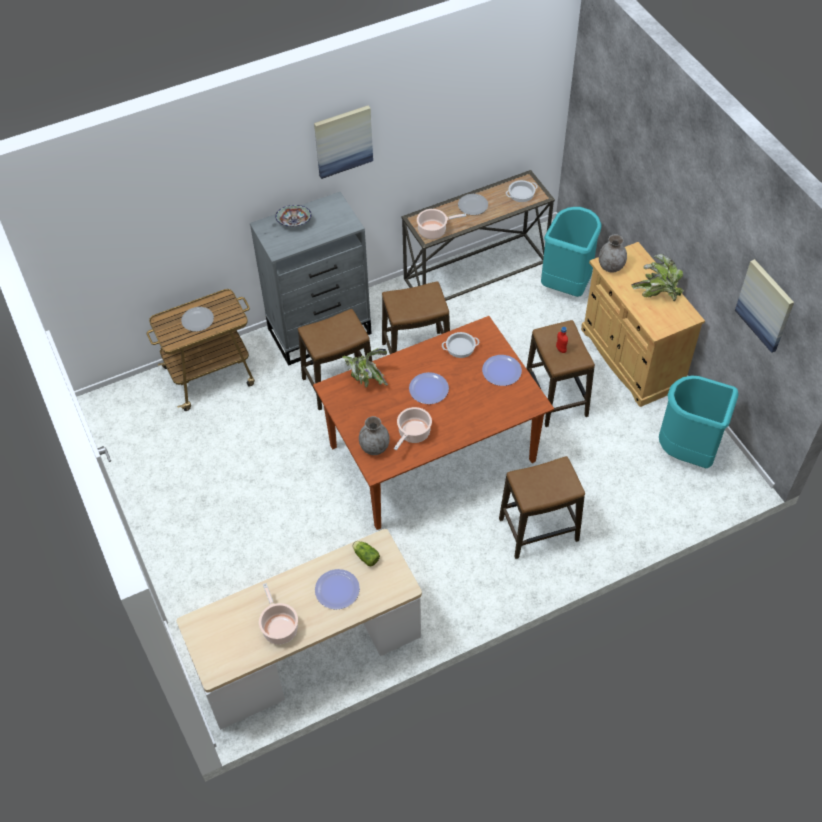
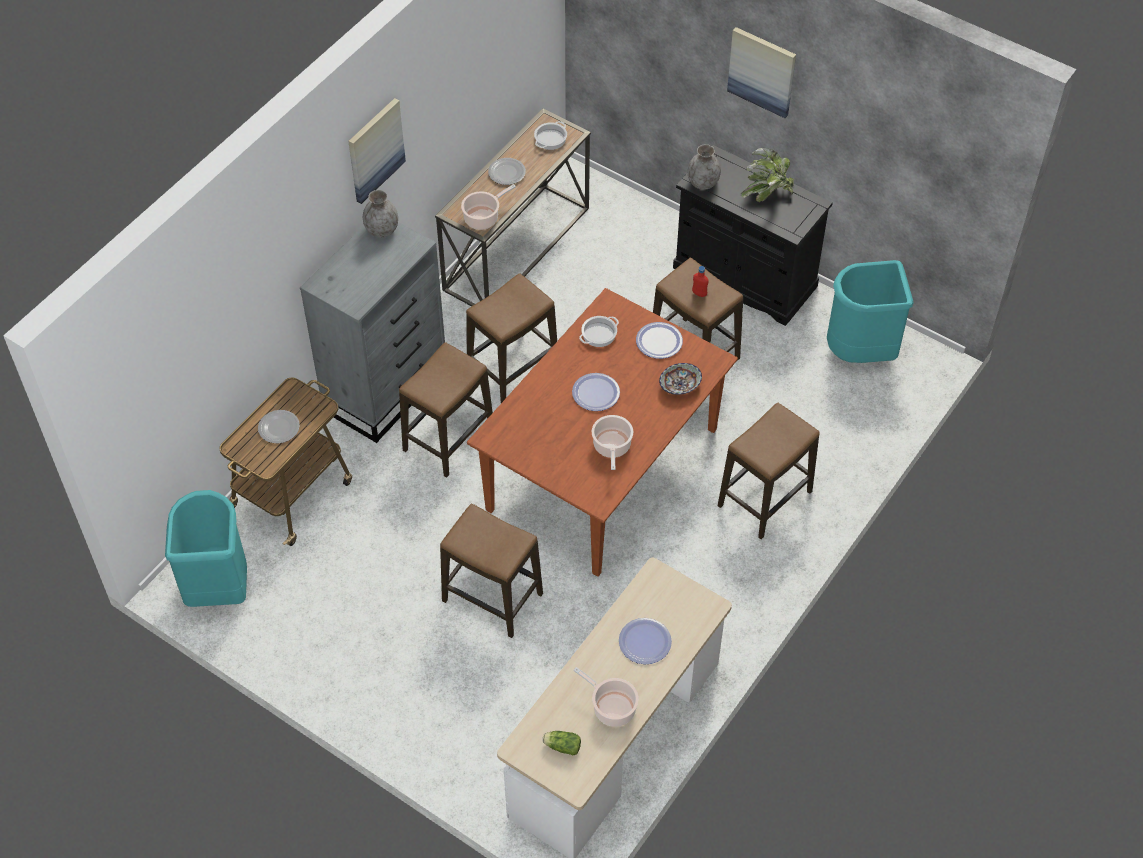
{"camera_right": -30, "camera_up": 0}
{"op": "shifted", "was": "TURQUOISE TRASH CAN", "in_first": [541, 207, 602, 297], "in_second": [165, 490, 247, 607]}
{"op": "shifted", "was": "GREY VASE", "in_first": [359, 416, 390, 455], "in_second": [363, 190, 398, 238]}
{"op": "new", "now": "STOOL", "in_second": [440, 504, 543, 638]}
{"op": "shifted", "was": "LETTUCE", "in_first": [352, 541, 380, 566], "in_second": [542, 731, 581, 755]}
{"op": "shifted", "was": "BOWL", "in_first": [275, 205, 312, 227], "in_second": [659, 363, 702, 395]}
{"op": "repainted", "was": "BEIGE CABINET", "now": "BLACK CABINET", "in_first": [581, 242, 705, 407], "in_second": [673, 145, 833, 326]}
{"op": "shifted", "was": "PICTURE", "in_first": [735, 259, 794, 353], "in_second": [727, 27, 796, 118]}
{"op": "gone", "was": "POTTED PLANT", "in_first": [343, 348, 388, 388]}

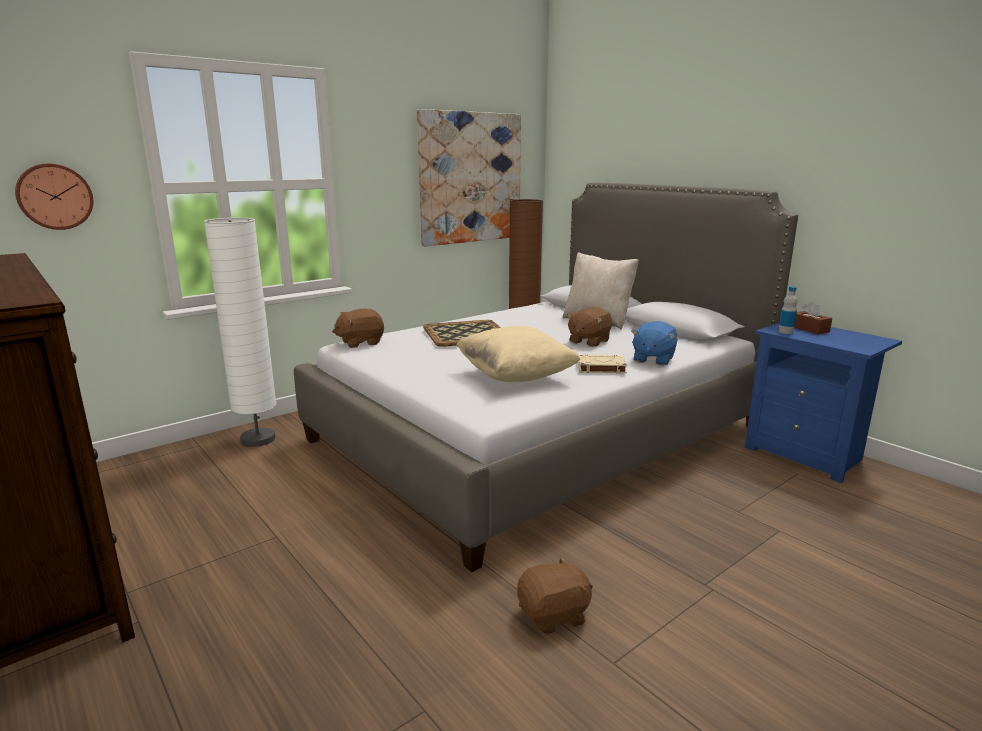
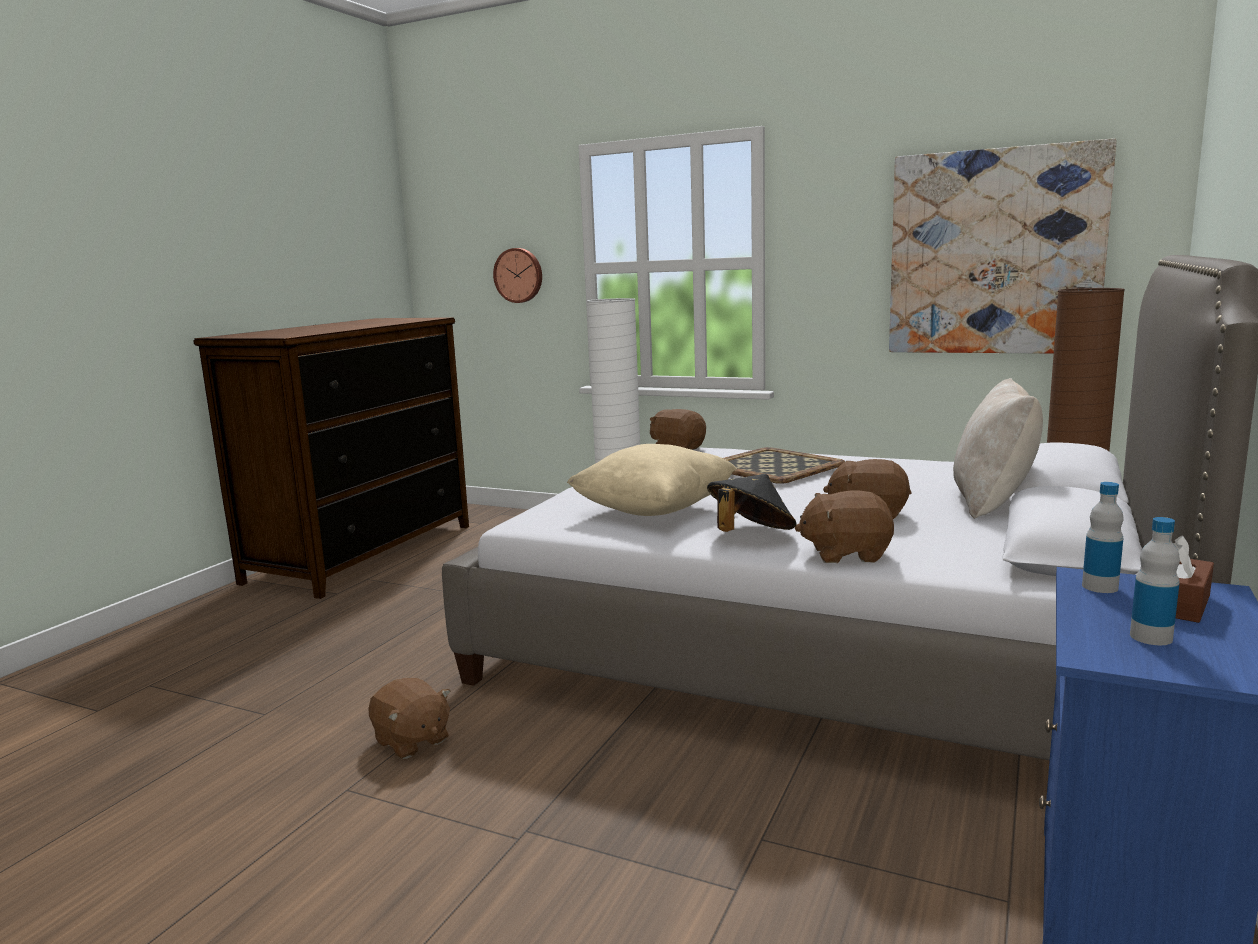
{"camera_right": 65, "camera_up": -5}
{"op": "swapped", "was": "BEIGE BOOK", "now": "BLACK HAT", "in_first": [578, 354, 628, 374], "in_second": [707, 474, 796, 532]}
{"op": "repainted", "was": "BLUE PLUSH TOY", "now": "BROWN PLUSH TOY", "in_first": [631, 321, 678, 366], "in_second": [795, 491, 894, 563]}
{"op": "new", "now": "BOTTLE", "in_second": [1130, 517, 1180, 645]}

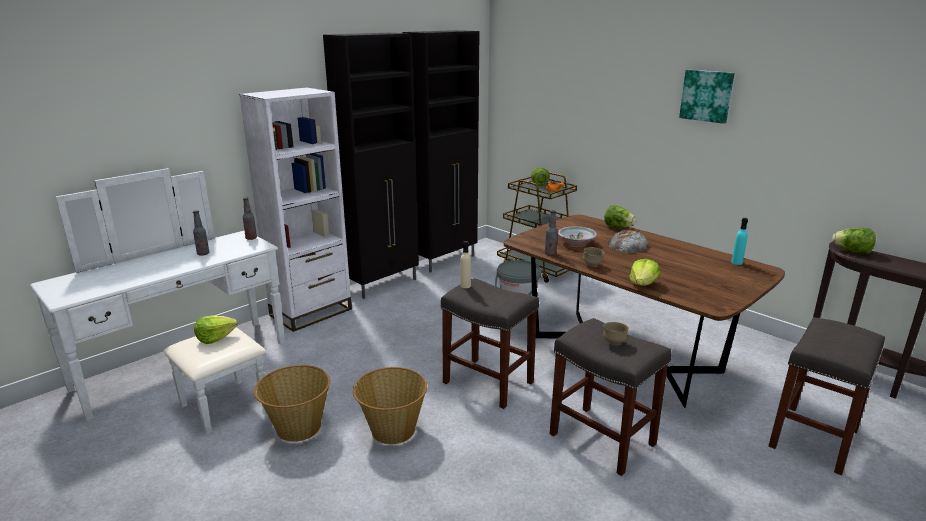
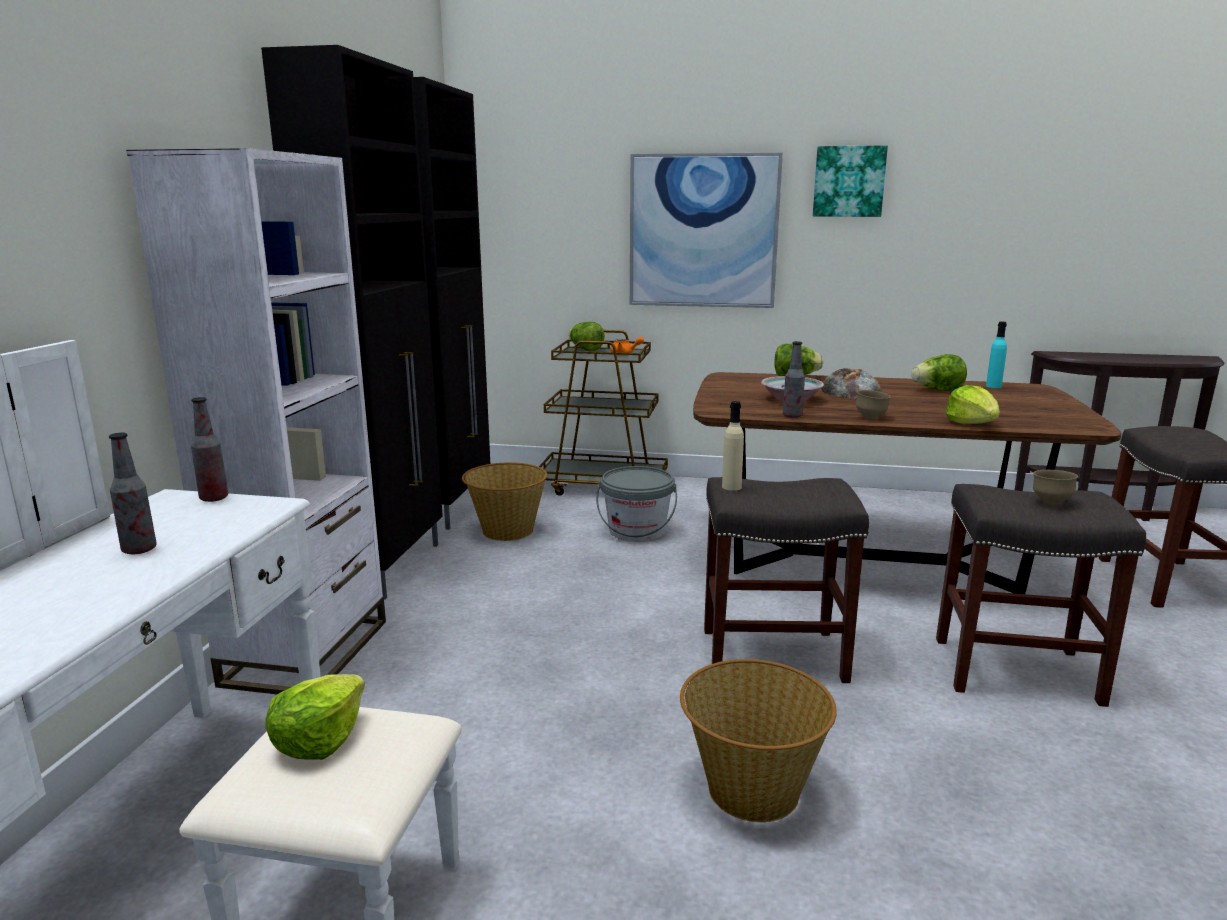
{"camera_right": -35, "camera_up": -5}
{"op": "shifted", "was": "BASKET", "in_first": [254, 365, 330, 442], "in_second": [462, 462, 547, 541]}
{"op": "new", "now": "PICTURE", "in_second": [630, 153, 783, 308]}
{"op": "shifted", "was": "LETTUCE", "in_first": [832, 228, 876, 254], "in_second": [911, 354, 967, 391]}

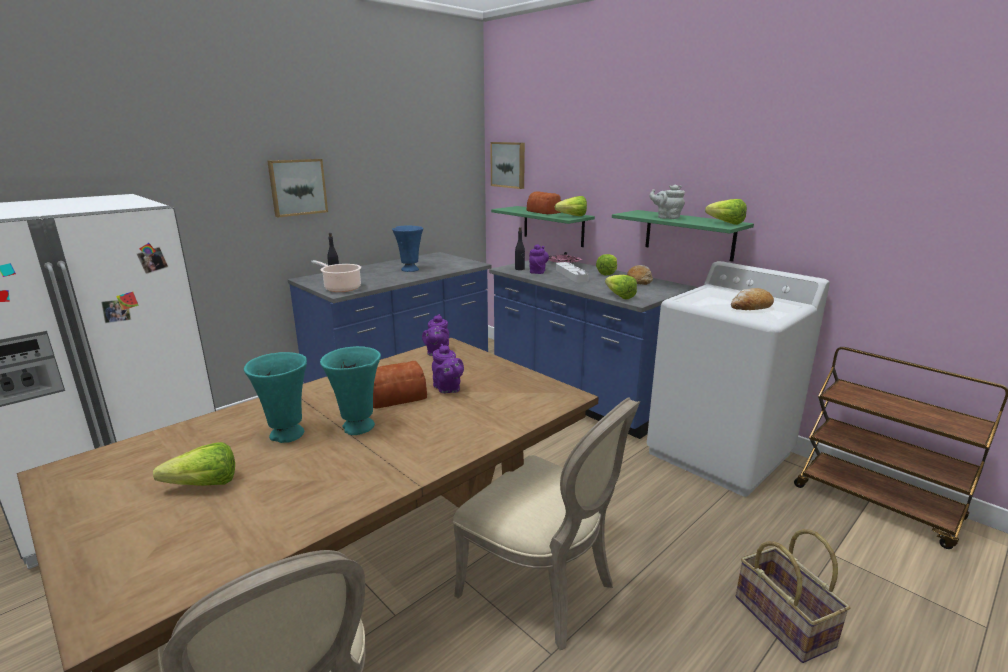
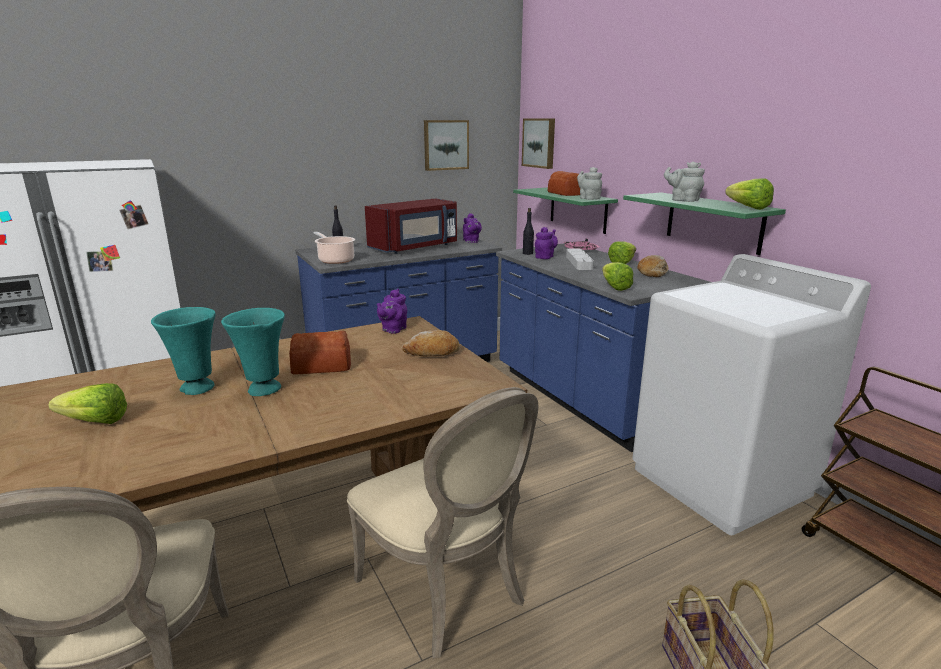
{"camera_right": 15, "camera_up": 0}
{"op": "swapped", "was": "BLUE VASE", "now": "RED MICROWAVE", "in_first": [392, 225, 423, 272], "in_second": [365, 198, 457, 254]}
{"op": "shifted", "was": "BREAD", "in_first": [731, 288, 774, 310], "in_second": [402, 330, 460, 356]}
{"op": "shifted", "was": "PICTURE", "in_first": [267, 159, 328, 217], "in_second": [424, 120, 469, 171]}
{"op": "shifted", "was": "PURPLE TEAPOT", "in_first": [432, 344, 464, 393], "in_second": [463, 213, 482, 243]}
{"op": "swapped", "was": "LETTUCE", "now": "GREY TEAPOT", "in_first": [555, 196, 587, 216], "in_second": [577, 167, 602, 200]}

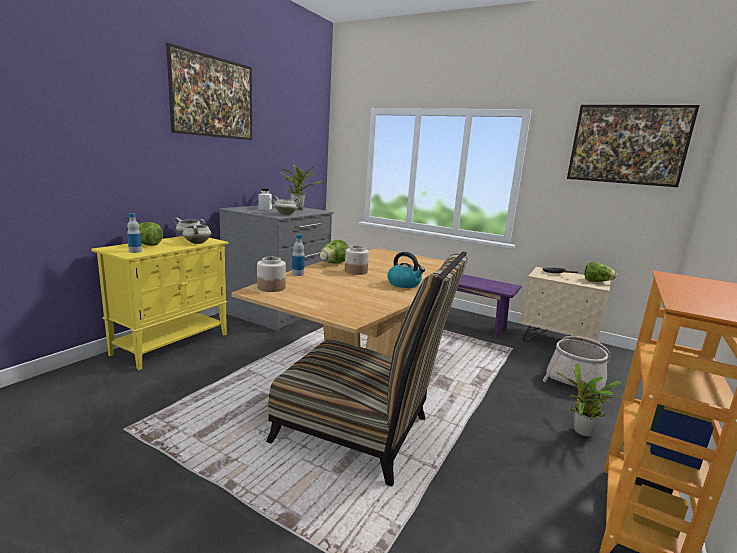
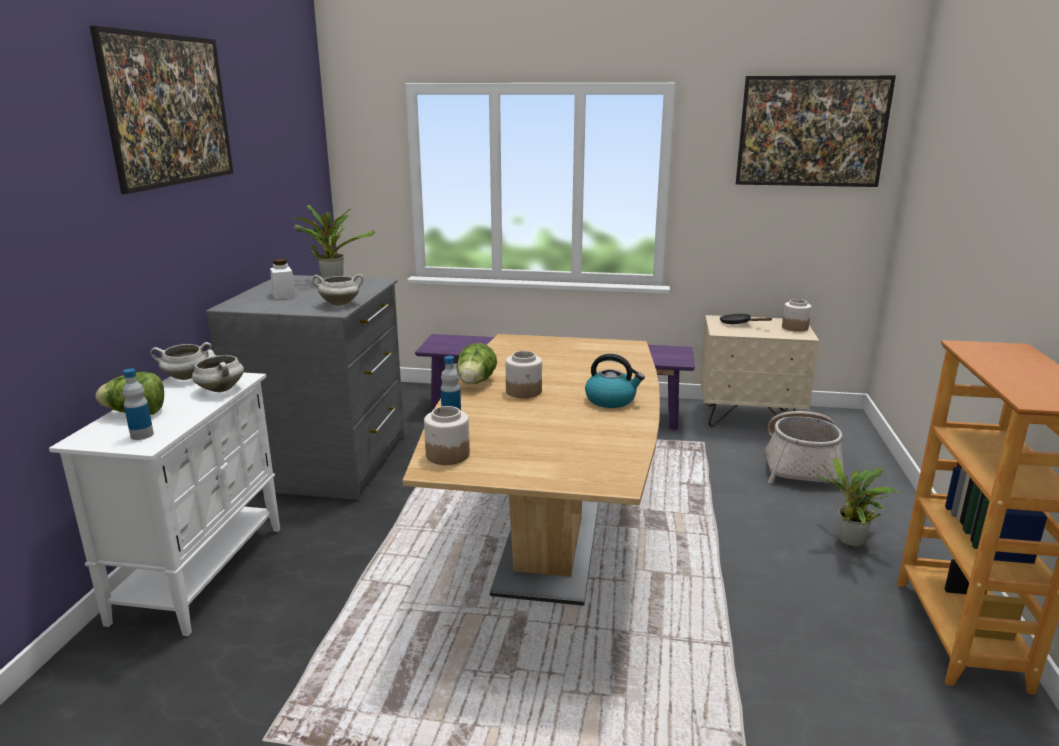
{"camera_right": -20, "camera_up": 5}
{"op": "repainted", "was": "YELLOW CABINET", "now": "WHITE CABINET", "in_first": [91, 236, 228, 370], "in_second": [49, 372, 280, 636]}
{"op": "swapped", "was": "LETTUCE", "now": "JAR", "in_first": [585, 262, 616, 282], "in_second": [782, 299, 811, 332]}
{"op": "gone", "was": "CHAIR", "in_first": [266, 251, 468, 487]}

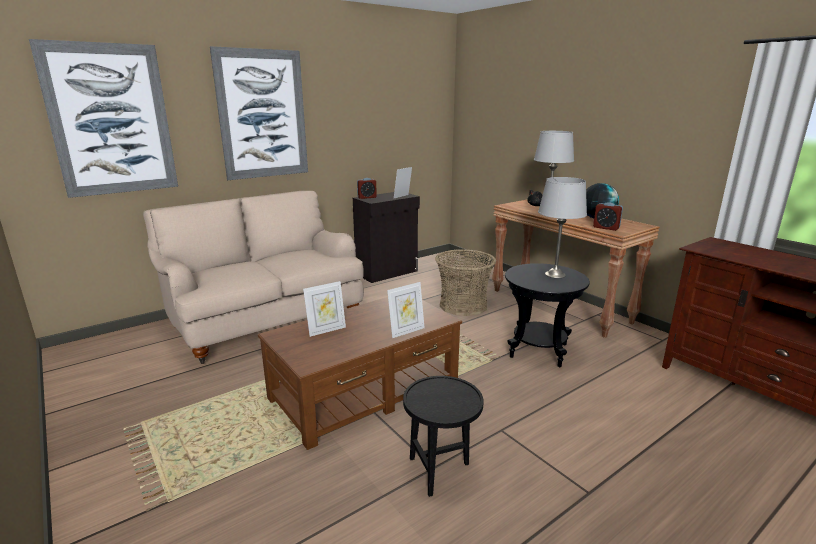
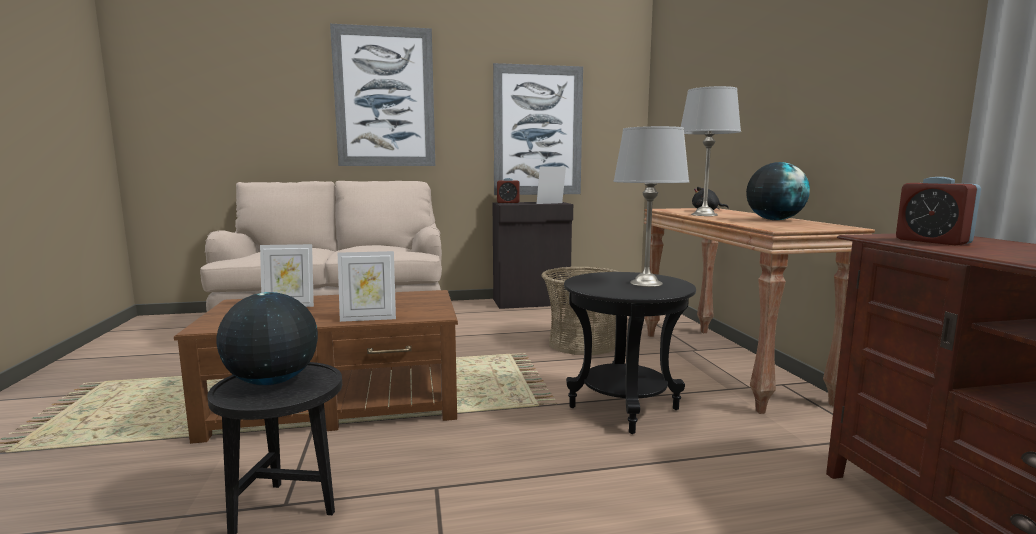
{"camera_right": 25, "camera_up": -10}
{"op": "new", "now": "GLOBE", "in_second": [217, 292, 318, 385]}
{"op": "shifted", "was": "PICTURE", "in_first": [29, 39, 178, 198], "in_second": [493, 63, 583, 195]}
{"op": "shifted", "was": "ALARM CLOCK", "in_first": [593, 202, 623, 231], "in_second": [896, 177, 981, 245]}

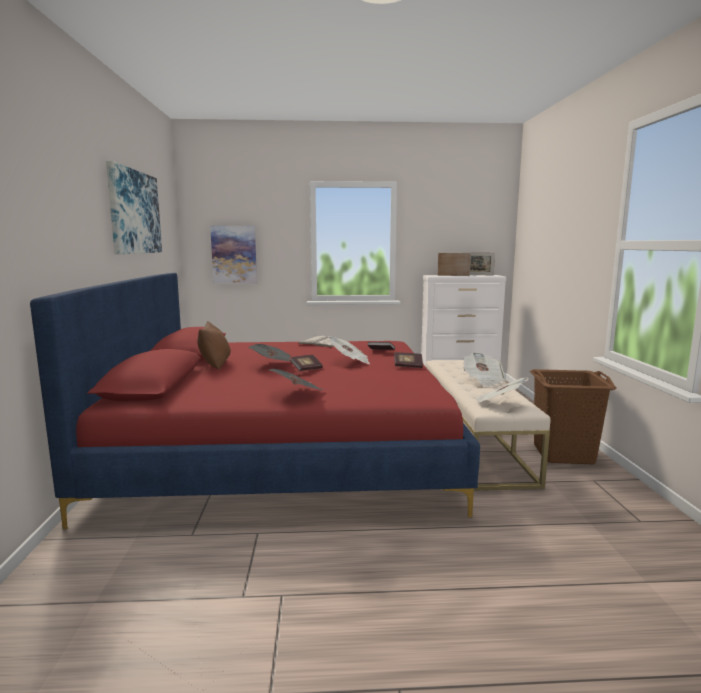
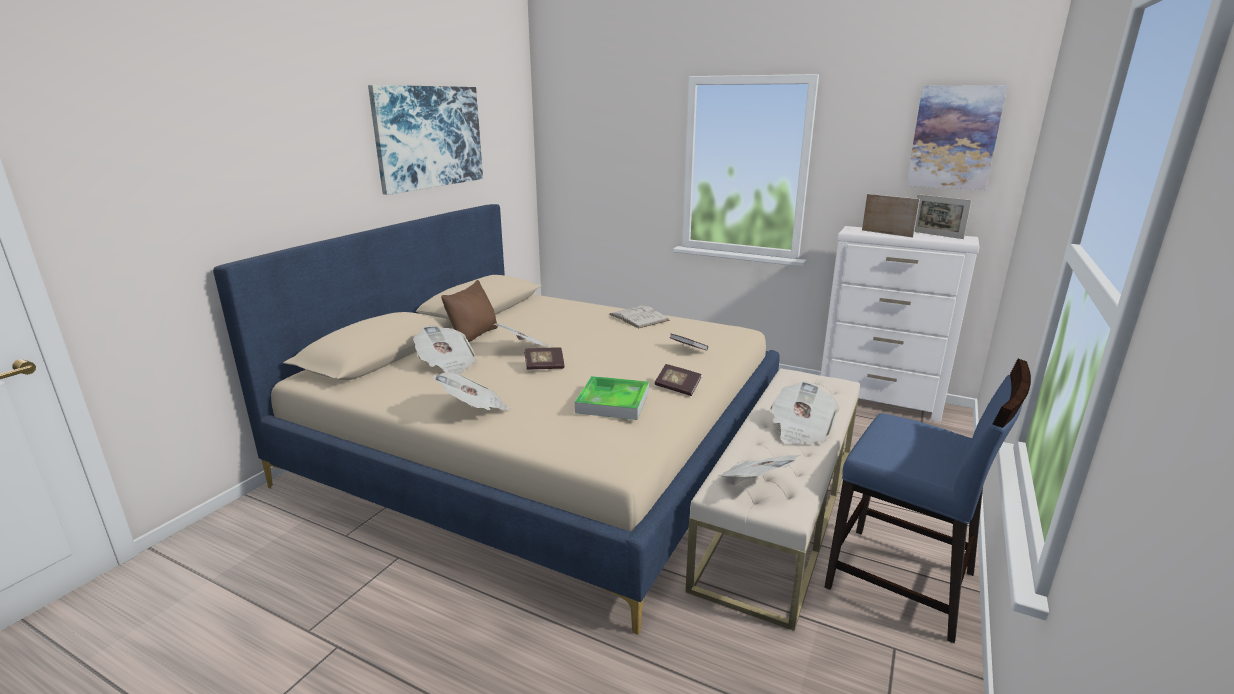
{"camera_right": 30, "camera_up": 10}
{"op": "repainted", "was": "RED BED", "now": "BEIGE BED", "in_first": [30, 273, 480, 529], "in_second": [213, 204, 780, 635]}
{"op": "shifted", "was": "NEWSPAPER", "in_first": [328, 336, 370, 364], "in_second": [413, 325, 477, 374]}
{"op": "new", "now": "TRAY", "in_second": [575, 376, 649, 420]}
{"op": "swapped", "was": "BROWN LAUNDRY BASKET", "now": "BLUE CHAIR", "in_first": [530, 369, 617, 464], "in_second": [824, 359, 1031, 643]}
{"op": "shifted", "was": "PICTURE", "in_first": [210, 225, 257, 284], "in_second": [906, 85, 1008, 190]}

